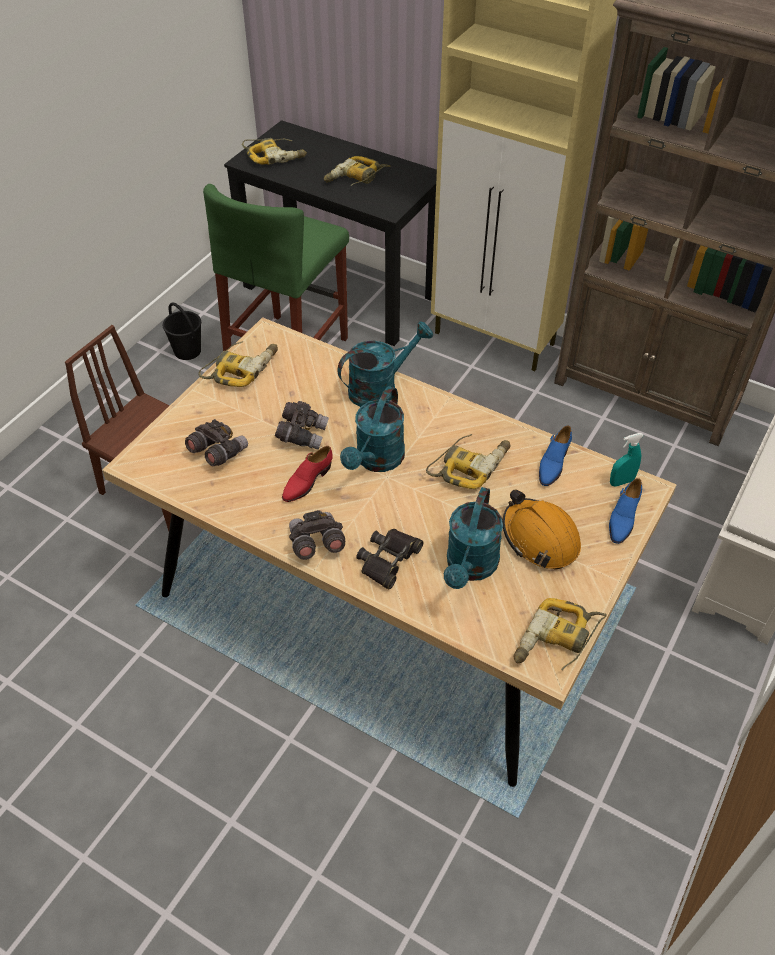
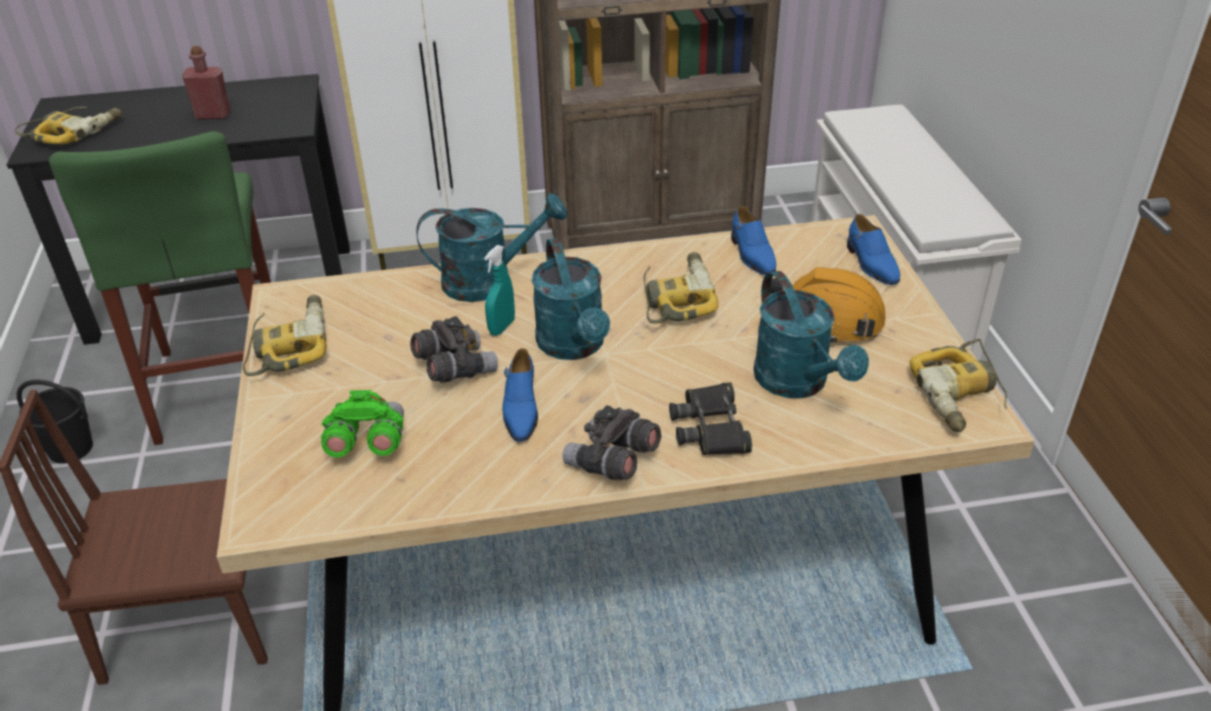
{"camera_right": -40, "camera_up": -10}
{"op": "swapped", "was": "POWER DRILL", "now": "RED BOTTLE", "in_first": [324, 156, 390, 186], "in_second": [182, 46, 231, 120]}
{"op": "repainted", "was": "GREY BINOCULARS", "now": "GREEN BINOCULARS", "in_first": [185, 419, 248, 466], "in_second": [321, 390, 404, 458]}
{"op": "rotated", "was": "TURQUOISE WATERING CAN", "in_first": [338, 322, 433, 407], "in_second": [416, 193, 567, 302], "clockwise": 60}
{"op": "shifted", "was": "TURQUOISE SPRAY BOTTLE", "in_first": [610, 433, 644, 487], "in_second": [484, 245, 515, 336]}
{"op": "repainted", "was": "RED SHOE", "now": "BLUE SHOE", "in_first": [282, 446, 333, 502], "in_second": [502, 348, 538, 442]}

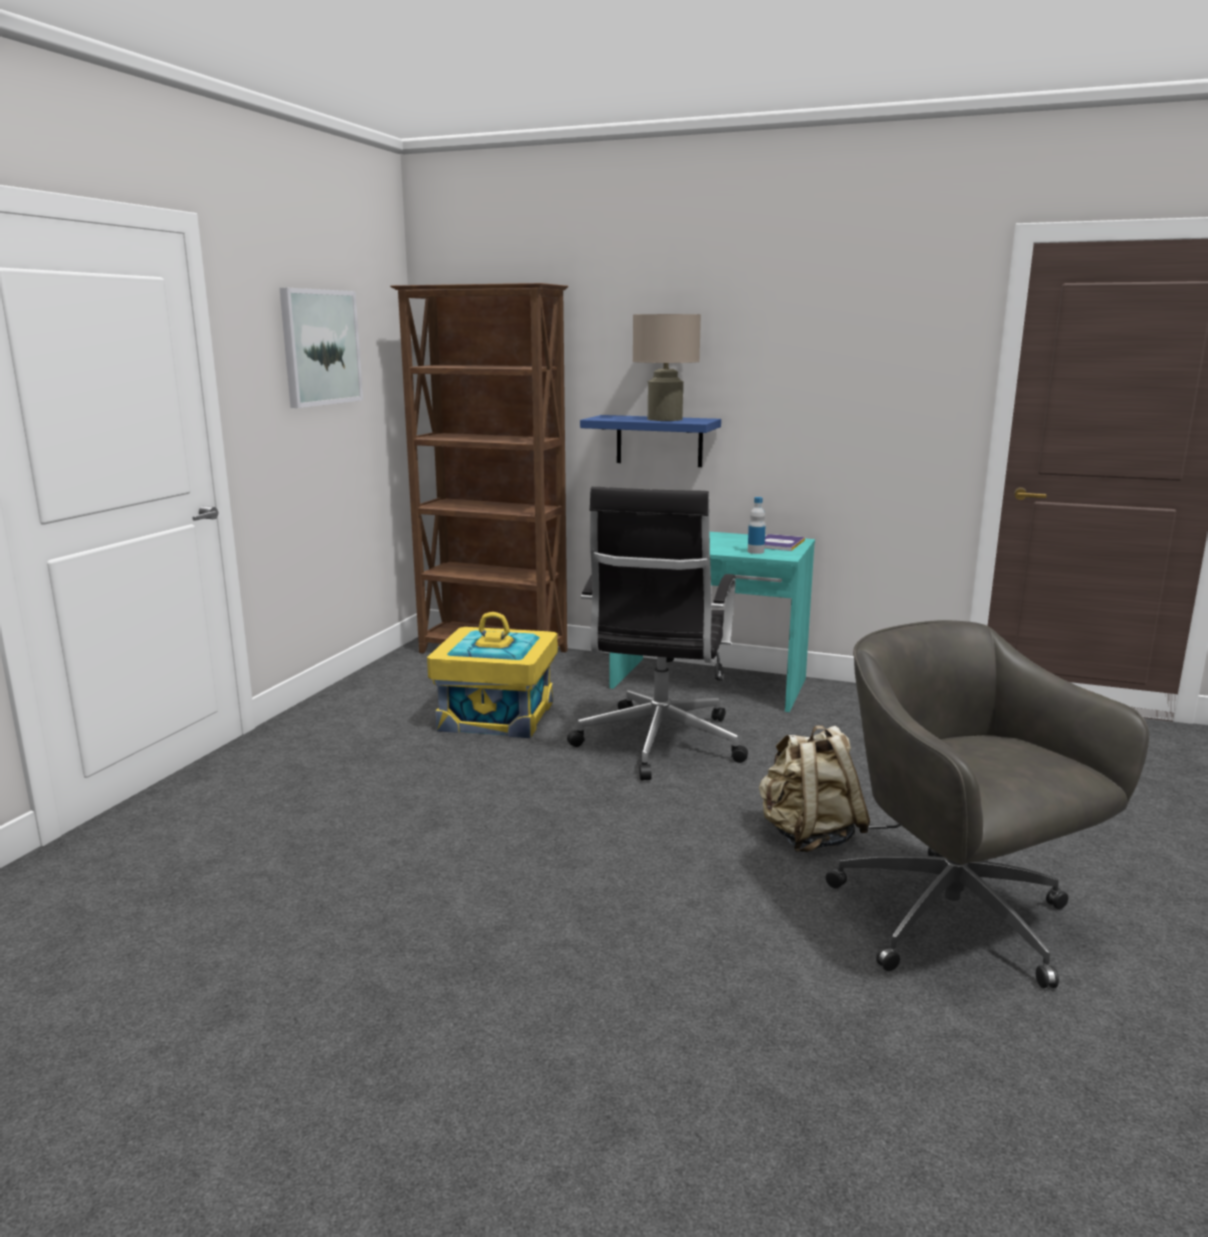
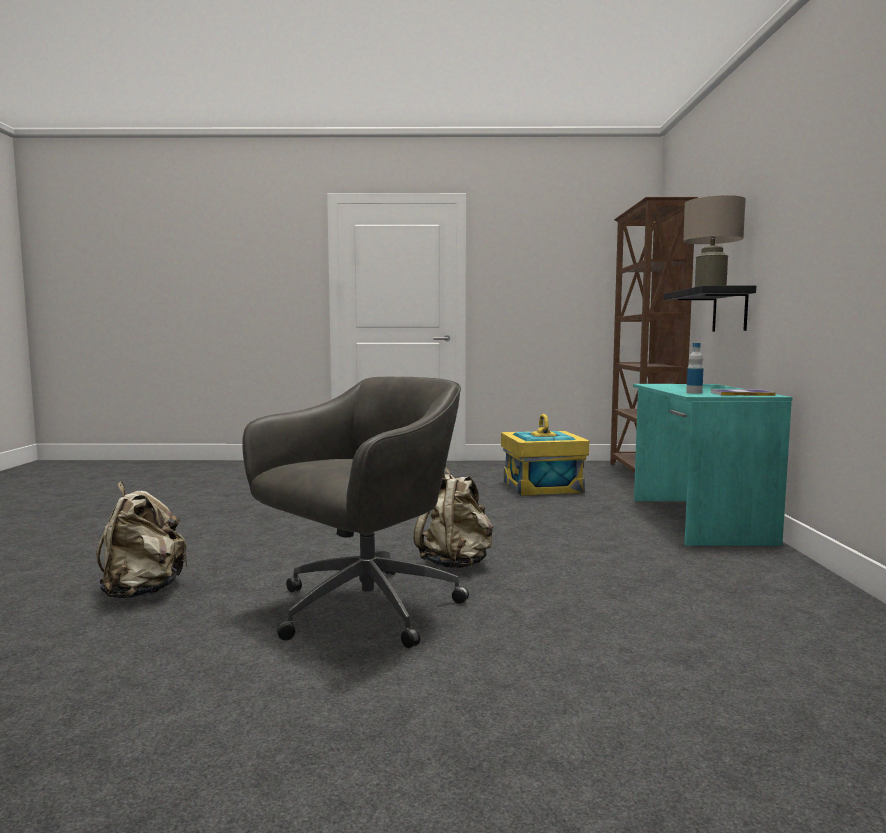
{"camera_right": 70, "camera_up": -10}
{"op": "new", "now": "BEIGE BACKPACK", "in_second": [96, 481, 188, 598]}
{"op": "repainted", "was": "BLUE SHELF", "now": "BLACK SHELF", "in_first": [580, 415, 721, 467], "in_second": [664, 285, 756, 332]}
{"op": "gone", "was": "PICTURE", "in_first": [279, 288, 363, 408]}
{"op": "gone", "was": "BLACK OFFICE CHAIR", "in_first": [567, 487, 748, 780]}

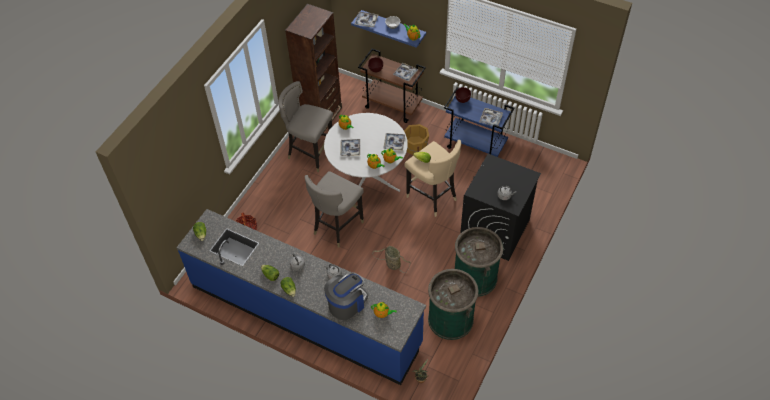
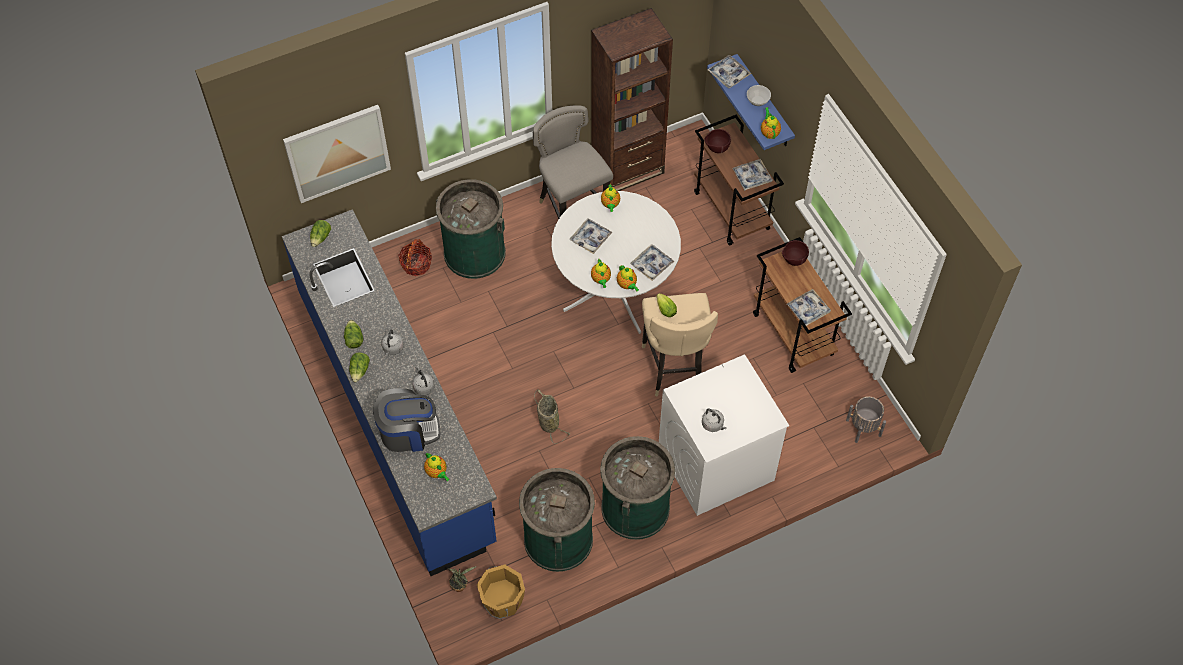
{"camera_right": 35, "camera_up": 5}
{"op": "new", "now": "PICTURE", "in_second": [283, 105, 391, 203]}
{"op": "new", "now": "GREEN TRASH CAN", "in_second": [436, 179, 506, 279]}
{"op": "shifted", "was": "ORANGE BUCKET", "in_first": [404, 124, 429, 155], "in_second": [477, 565, 525, 619]}
{"op": "repainted", "was": "BLACK WASHING MACHINE", "now": "WHITE WASHING MACHINE", "in_first": [460, 154, 541, 261], "in_second": [659, 354, 789, 516]}
{"op": "repainted", "was": "BLUE CART", "now": "BROWN CART", "in_first": [444, 87, 515, 157], "in_second": [753, 237, 852, 373]}
{"op": "new", "now": "GREY PLANTER", "in_second": [846, 396, 886, 443]}
{"op": "gone", "was": "GREY STOOL", "in_first": [305, 171, 364, 248]}

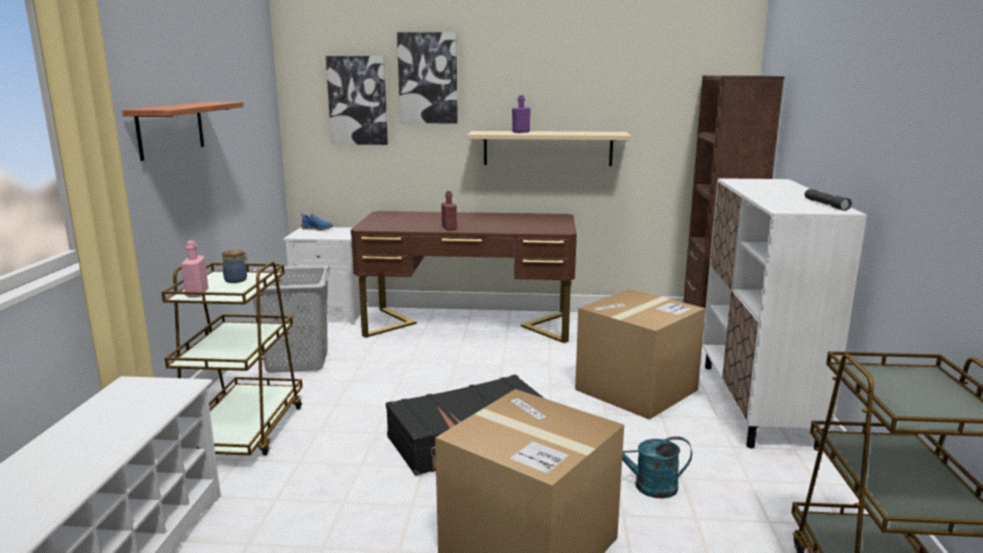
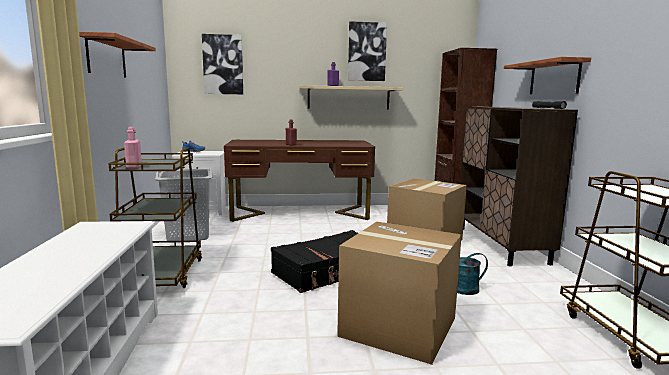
{"camera_right": -10, "camera_up": -5}
{"op": "shifted", "was": "PICTURE", "in_first": [397, 32, 458, 123], "in_second": [348, 21, 387, 81]}
{"op": "repainted", "was": "WHITE CABINET", "now": "BROWN CABINET", "in_first": [702, 178, 867, 449], "in_second": [460, 106, 578, 266]}
{"op": "new", "now": "SHELF", "in_second": [504, 57, 591, 94]}
{"op": "gone", "was": "JAR", "in_first": [222, 250, 249, 283]}

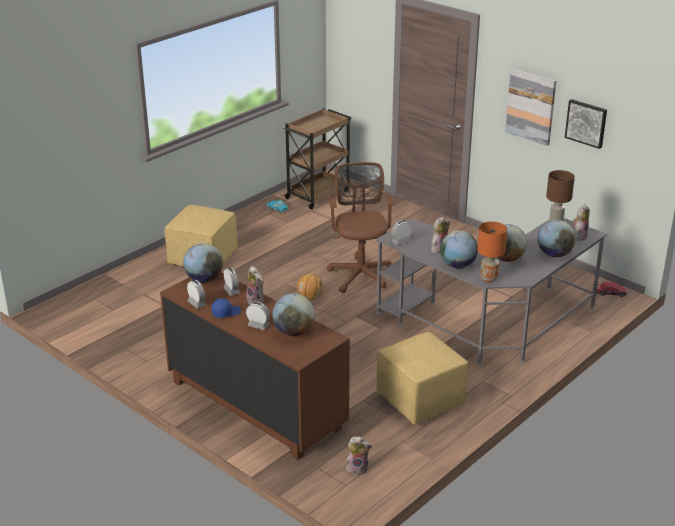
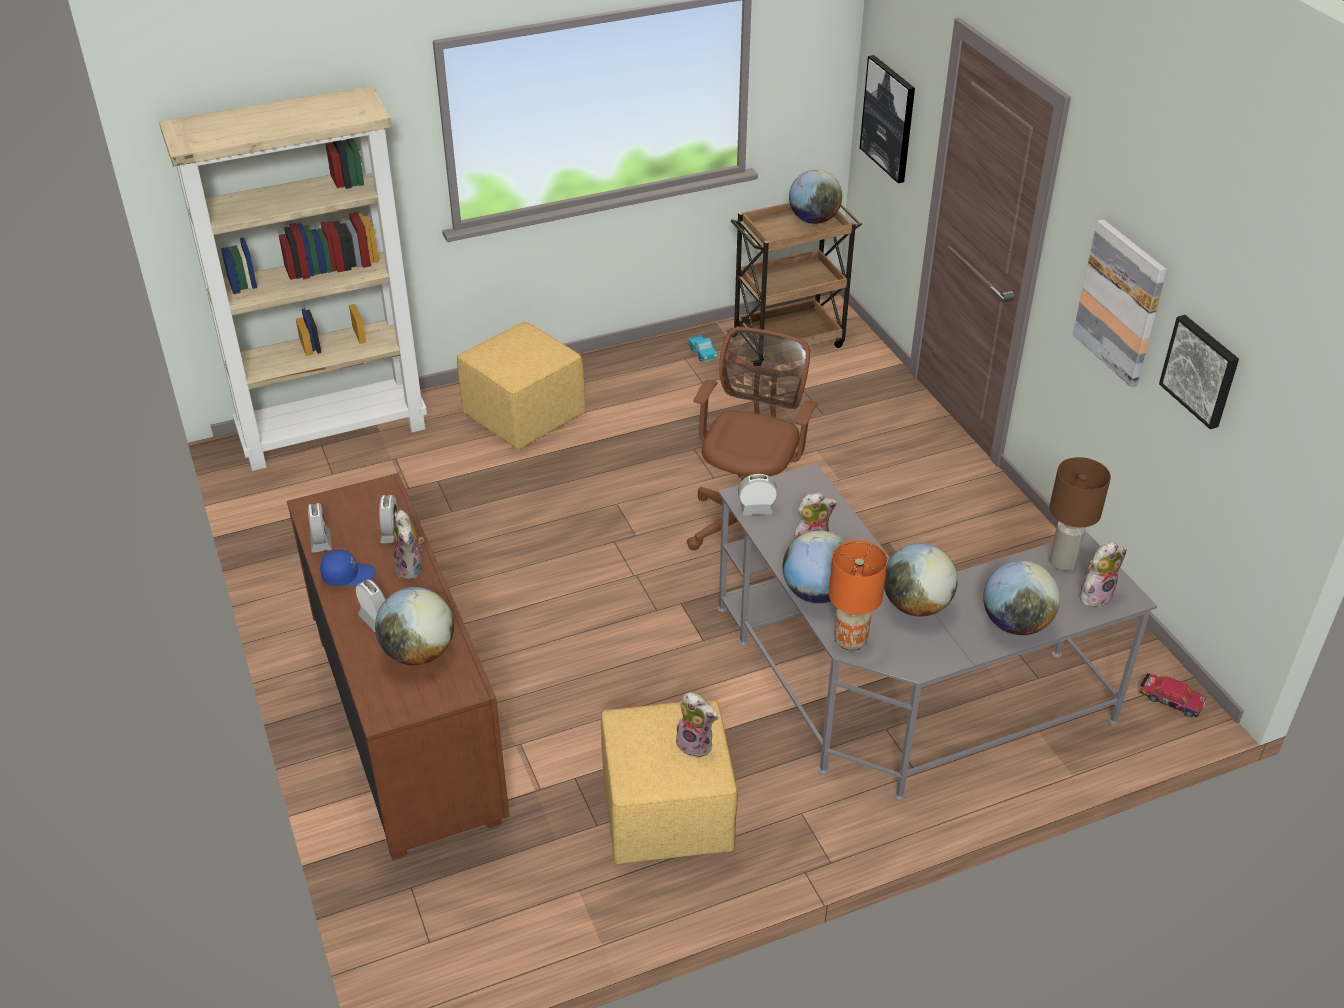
{"camera_right": 25, "camera_up": 10}
{"op": "new", "now": "BEIGE BOOKCASE", "in_second": [159, 86, 427, 471]}
{"op": "shifted", "was": "PLUSH TOY", "in_first": [346, 436, 373, 475], "in_second": [676, 692, 718, 758]}
{"op": "shifted", "was": "GLOBE", "in_first": [183, 243, 223, 283], "in_second": [789, 169, 842, 224]}
{"op": "new", "now": "PICTURE", "in_second": [860, 55, 915, 183]}
{"op": "gone", "was": "BASKETBALL", "in_first": [297, 273, 324, 300]}

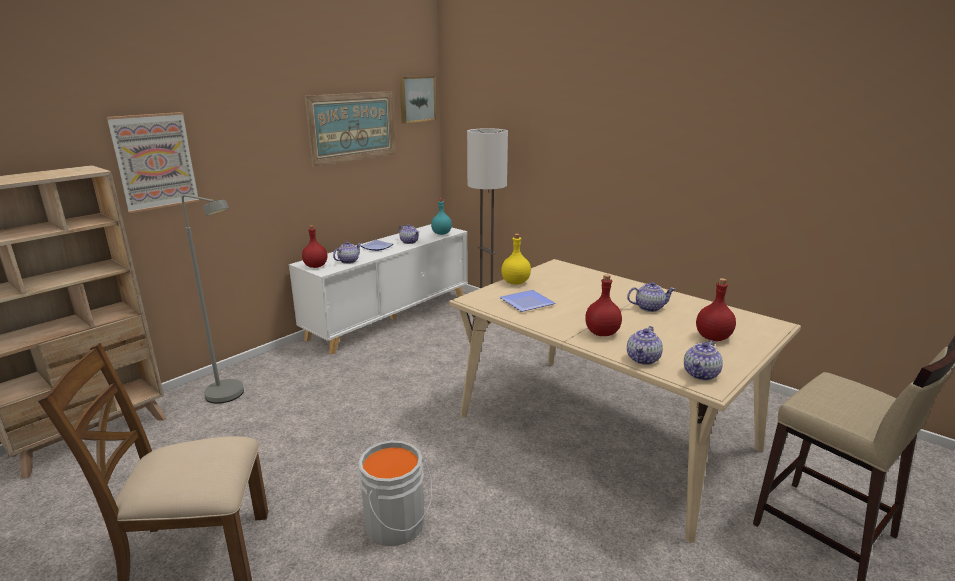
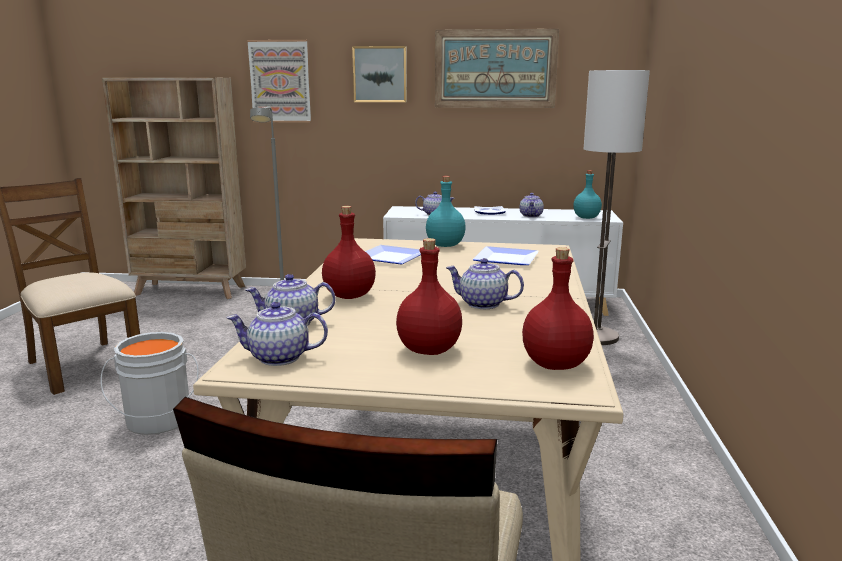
{"camera_right": 55, "camera_up": -5}
{"op": "shifted", "was": "PICTURE", "in_first": [399, 76, 436, 123], "in_second": [352, 46, 407, 102]}
{"op": "repainted", "was": "YELLOW BOTTLE", "now": "TURQUOISE BOTTLE", "in_first": [501, 234, 531, 285], "in_second": [426, 176, 466, 247]}
{"op": "rotated", "was": "TEAPOT", "in_first": [627, 282, 675, 312], "in_second": [446, 258, 524, 309], "clockwise": 150}
{"op": "new", "now": "PLATE", "in_second": [472, 246, 539, 265]}
{"op": "shifted", "was": "RED BOTTLE", "in_first": [302, 225, 327, 268], "in_second": [522, 247, 594, 370]}

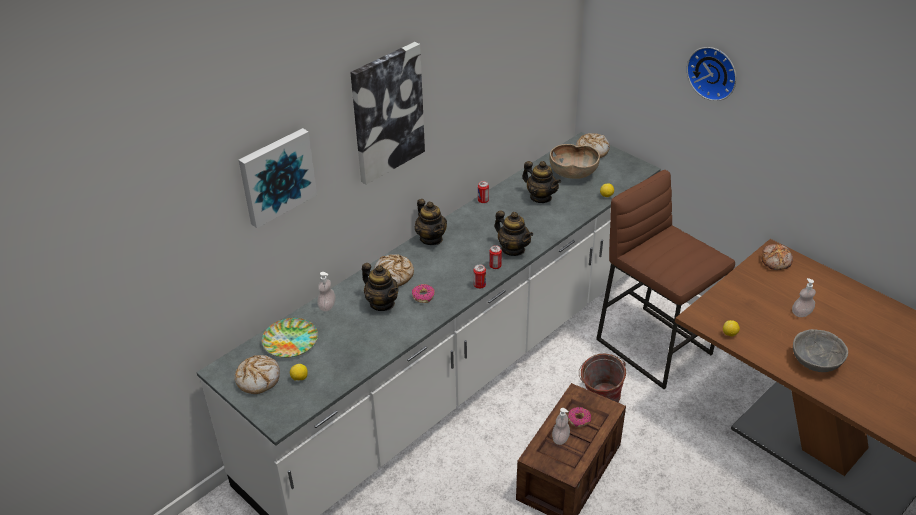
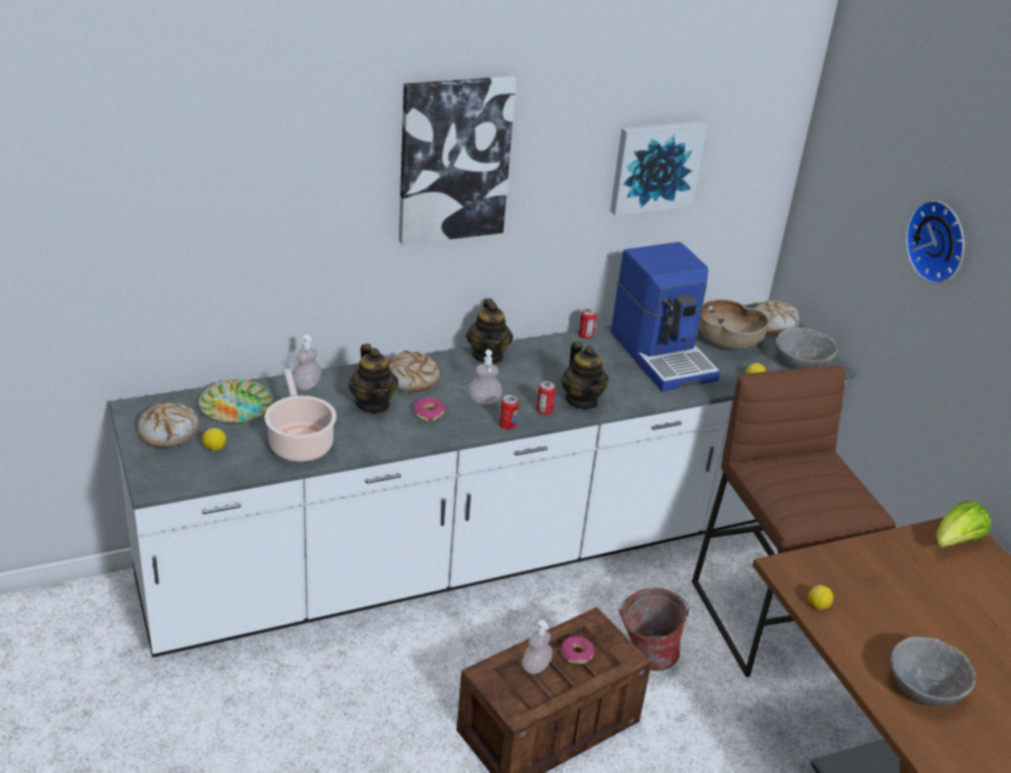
{"camera_right": 20, "camera_up": -5}
{"op": "new", "now": "COOKING POT", "in_second": [264, 369, 337, 462]}
{"op": "shifted", "was": "SOAP DISPENSER", "in_first": [792, 278, 816, 317], "in_second": [469, 349, 502, 404]}
{"op": "shifted", "was": "PICTURE", "in_first": [239, 128, 317, 228], "in_second": [610, 121, 707, 216]}
{"op": "swapped", "was": "TEAPOT", "now": "COFFEE MACHINE", "in_first": [522, 161, 561, 203], "in_second": [611, 242, 720, 392]}
{"op": "new", "now": "GREY BOWL", "in_second": [775, 328, 838, 369]}
{"op": "swapped", "was": "BREAD", "now": "LETTUCE", "in_first": [761, 244, 793, 270], "in_second": [936, 501, 991, 548]}

